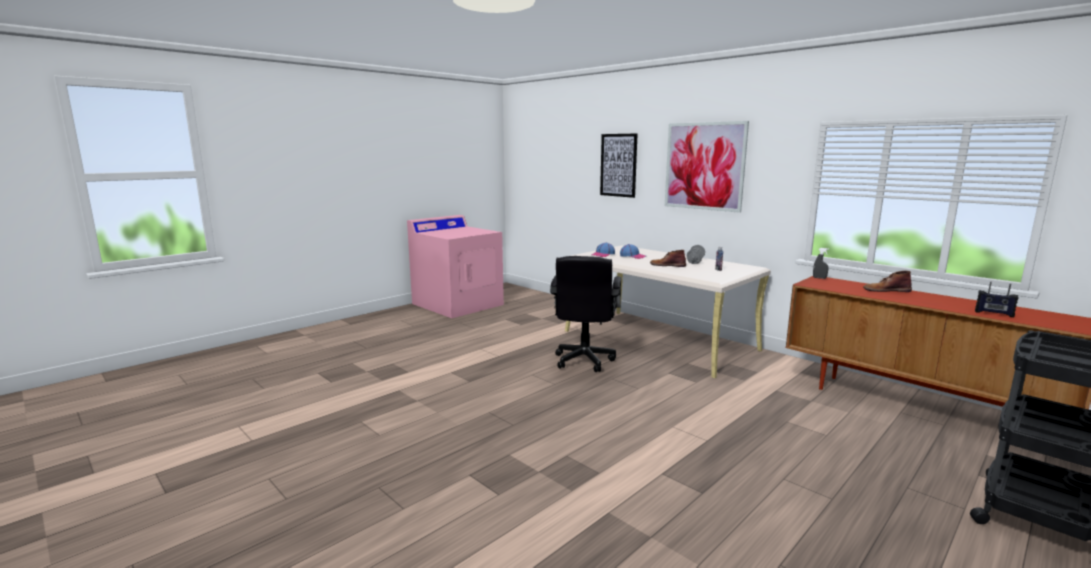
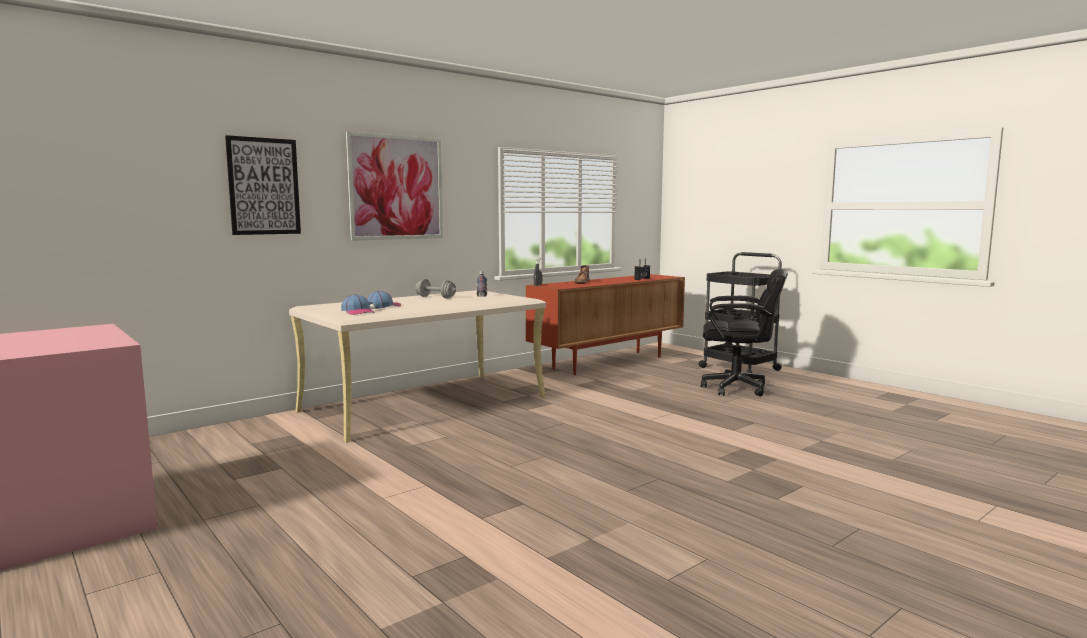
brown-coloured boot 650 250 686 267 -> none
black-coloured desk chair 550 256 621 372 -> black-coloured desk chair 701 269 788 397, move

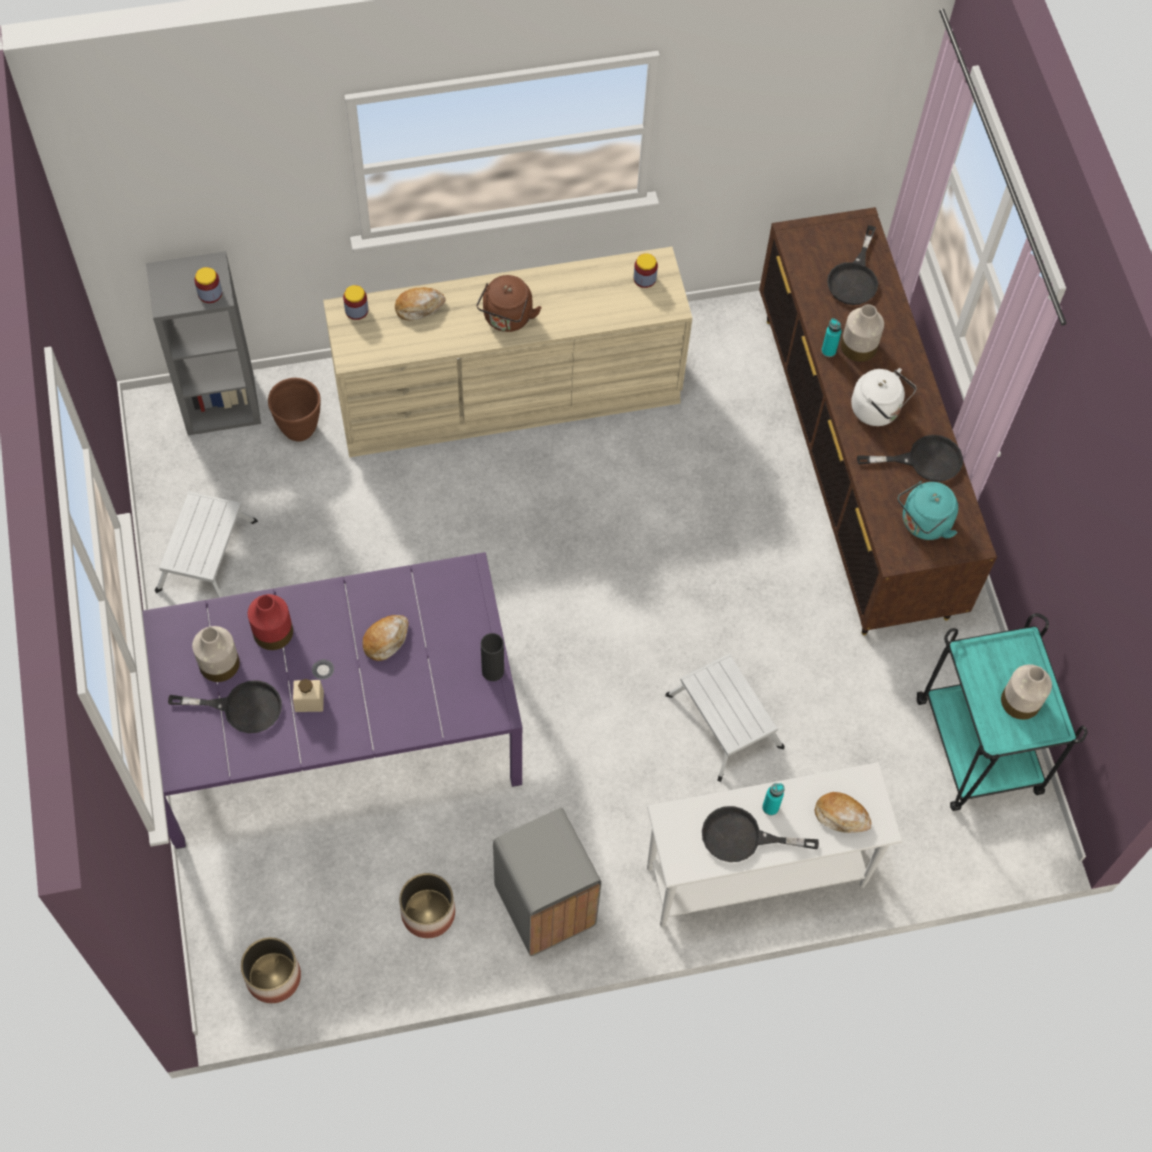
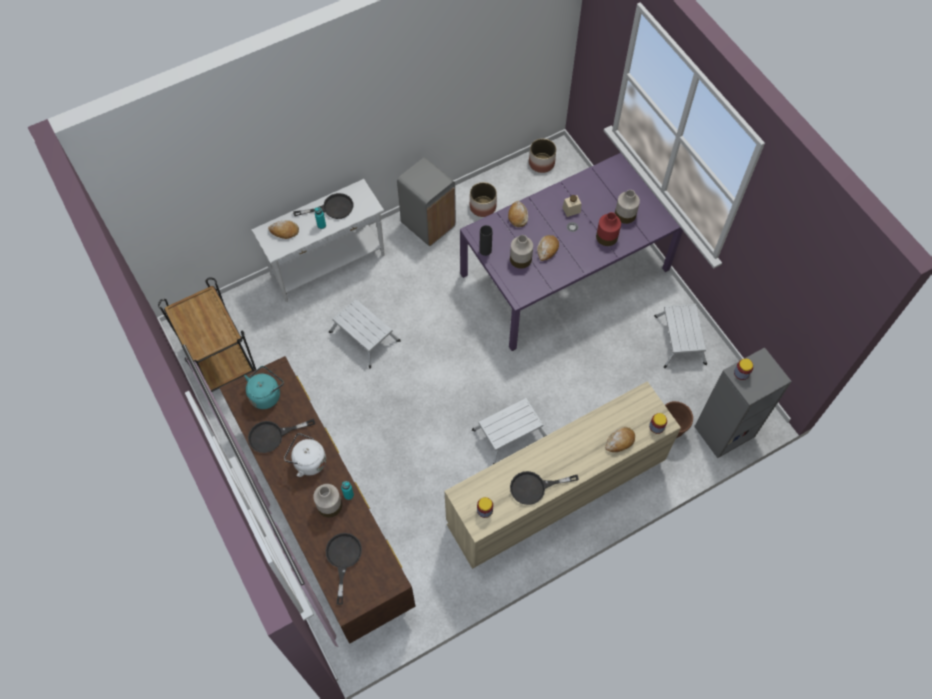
brown-coloured kettle 476 275 542 332 -> none
turquoise cart 916 613 1088 811 -> brown-coloured cart 158 277 256 392
beige-coloured flower vase 1001 664 1052 720 -> beige-coloured flower vase 510 235 533 269, move
black-coloured pan 168 680 282 733 -> black-coloured pan 510 471 579 505, move
none -> baked bread 508 201 528 227
none -> white-coloured step ladder 472 398 547 464

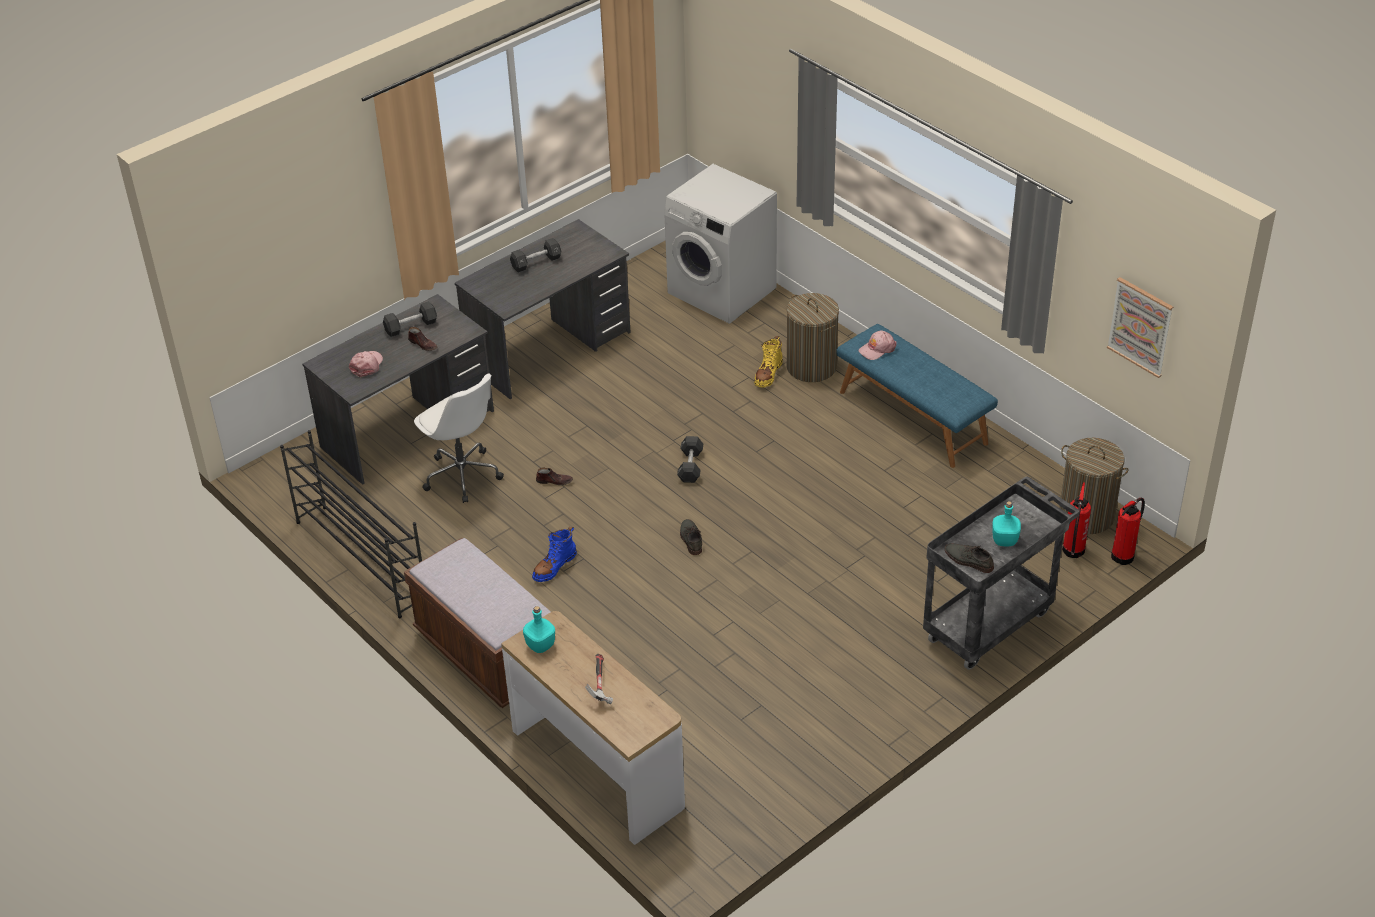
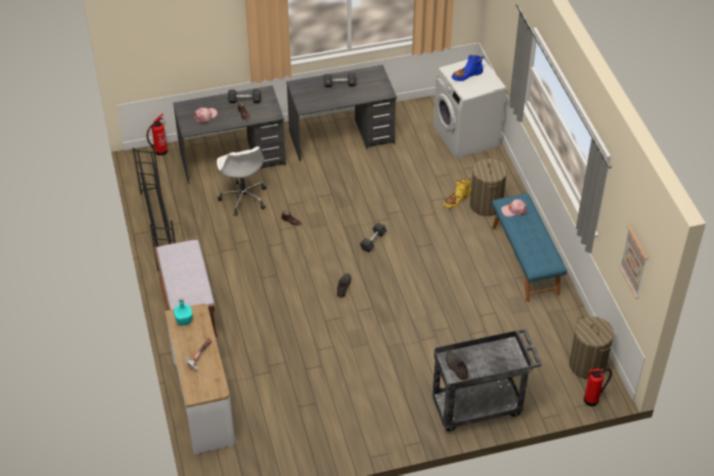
extinguisher 1062 482 1091 558 -> extinguisher 147 113 168 156, move
turquoise bottle 992 501 1021 546 -> none
bluish boot 532 527 577 582 -> bluish boot 452 55 485 81, move

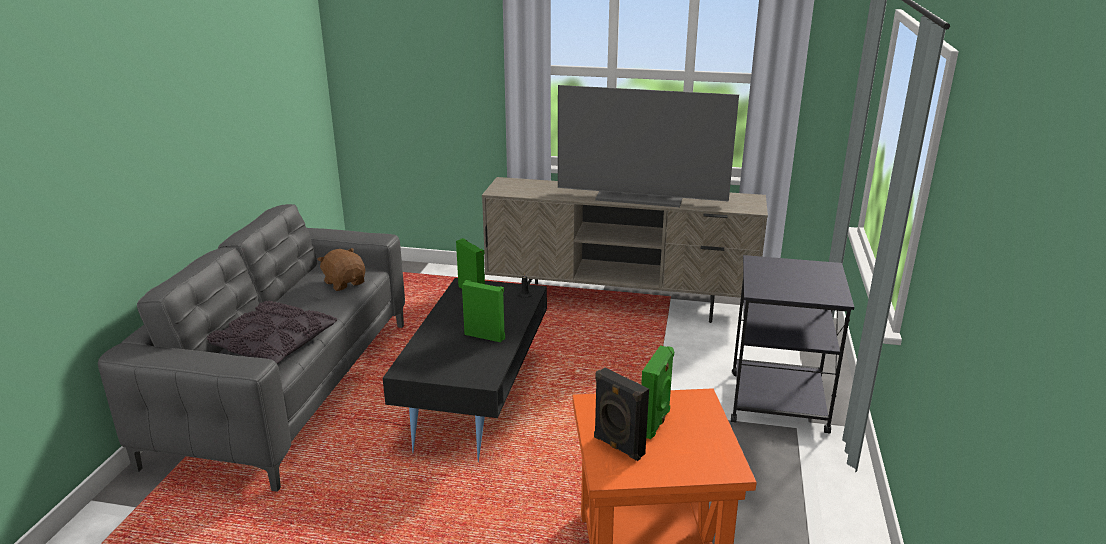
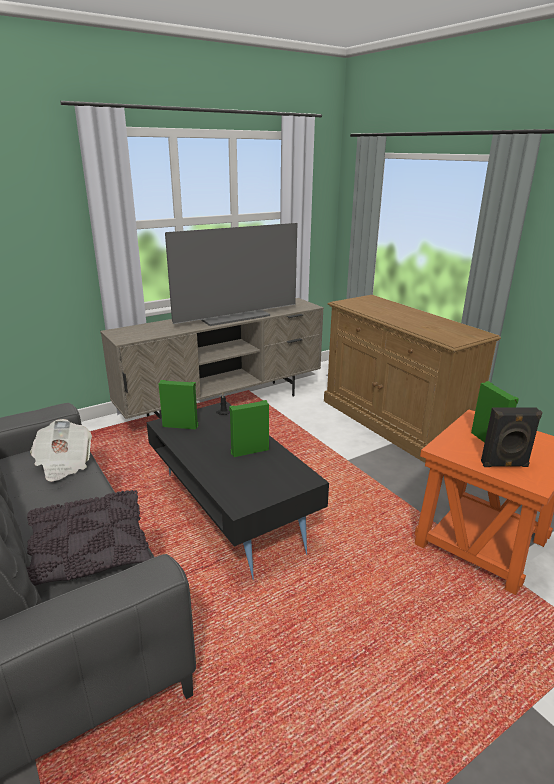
brown-coloured plush toy 317 248 365 291 -> daily paper 30 419 92 482
black-coloured cart 731 255 854 433 -> brown-coloured cabinet 324 295 501 463

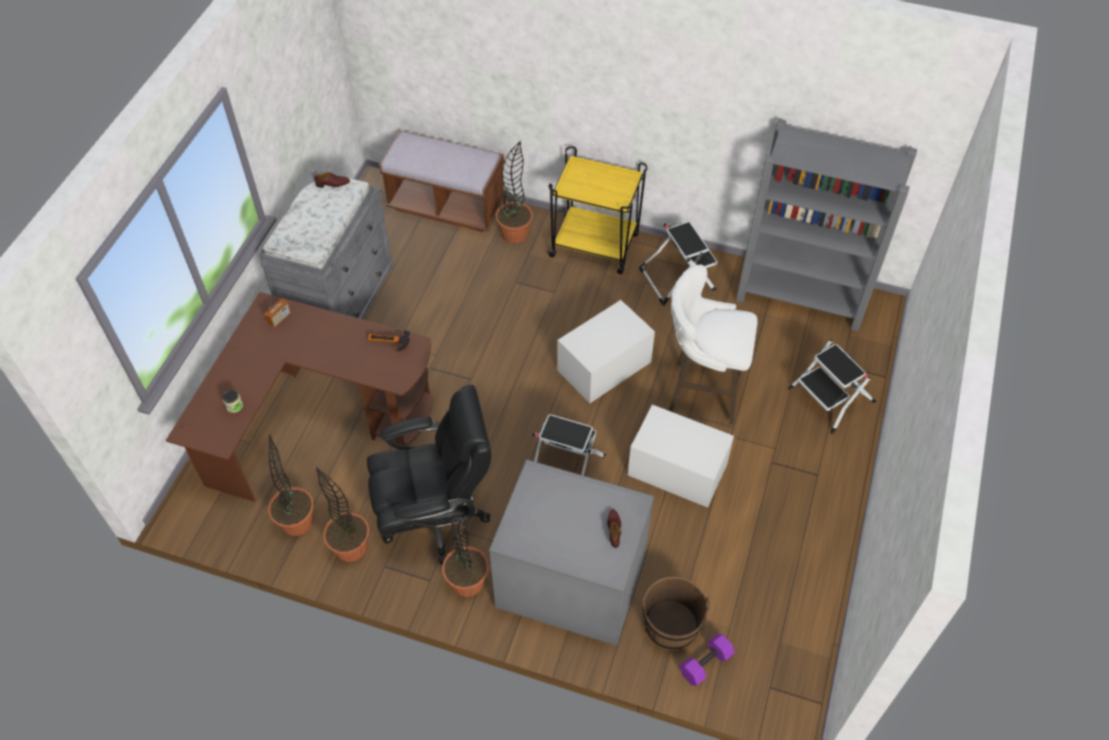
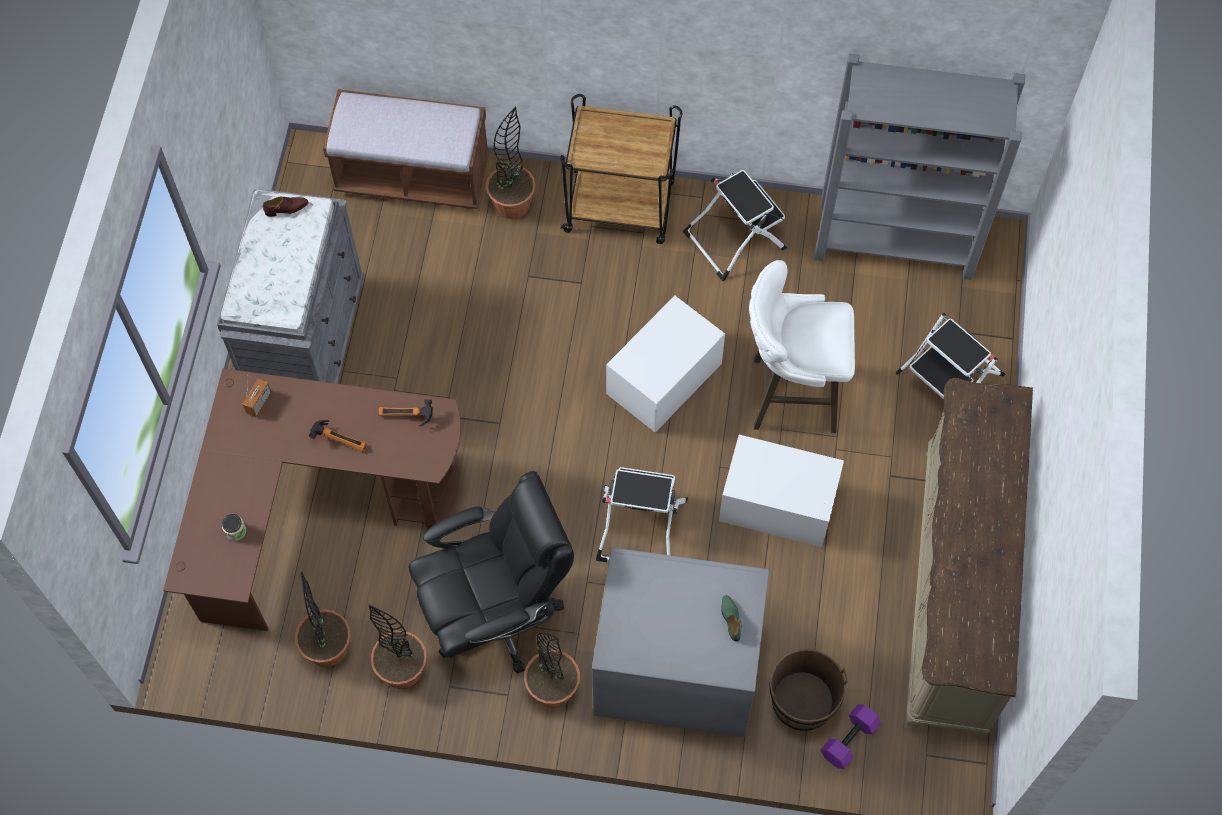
yellow-coloured cart 547 146 647 274 -> brown-coloured cart 560 94 682 244
brown-coloured shoe 607 509 621 548 -> greenish shoe 721 595 742 641
none -> beige-coloured cabinet 904 378 1033 739
none -> tool hammer 309 420 367 452

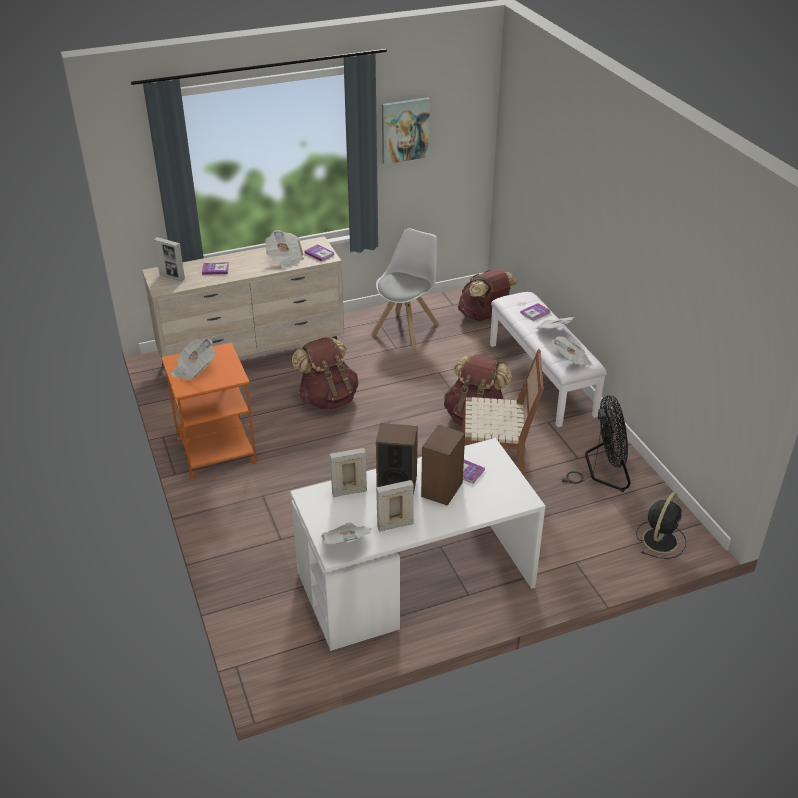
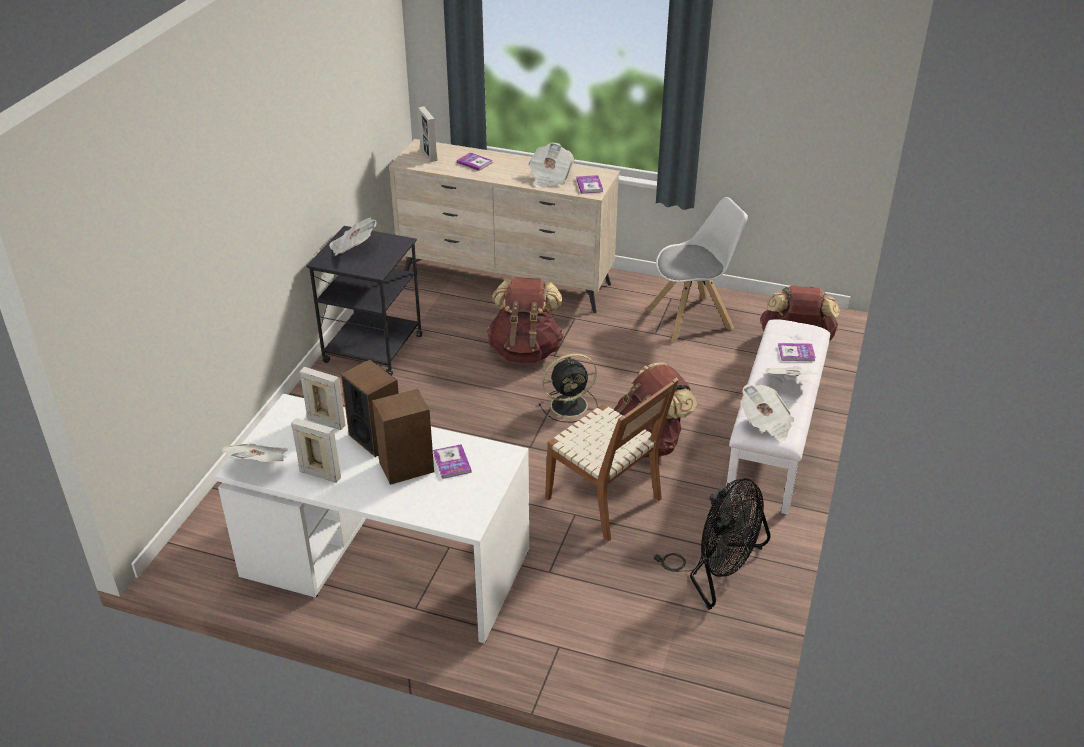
wall picture 382 97 430 165 -> none
orangey cart 161 343 258 478 -> black-coloured cart 307 226 423 376
black-coloured electric fan 636 492 686 559 -> black-coloured electric fan 538 354 598 423, move

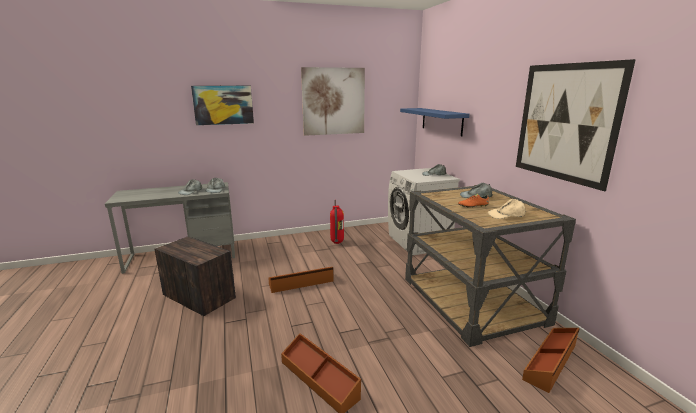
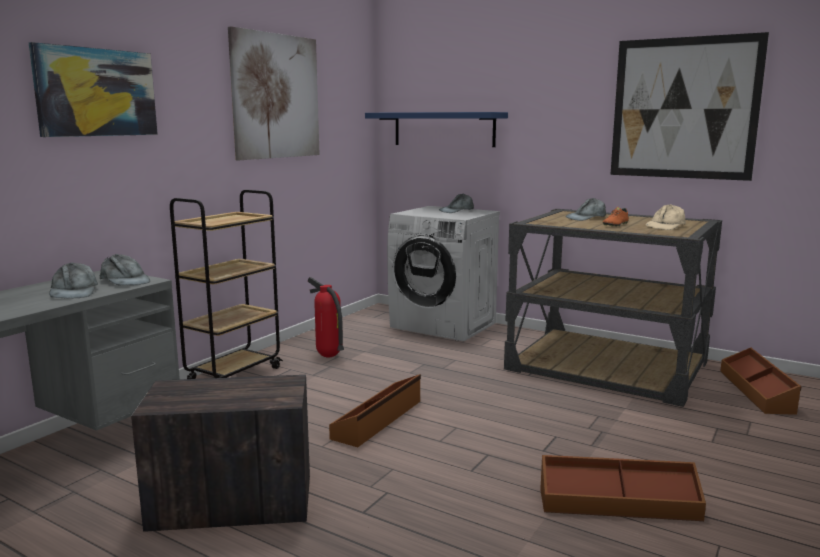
none -> brown-coloured cart 170 190 283 379

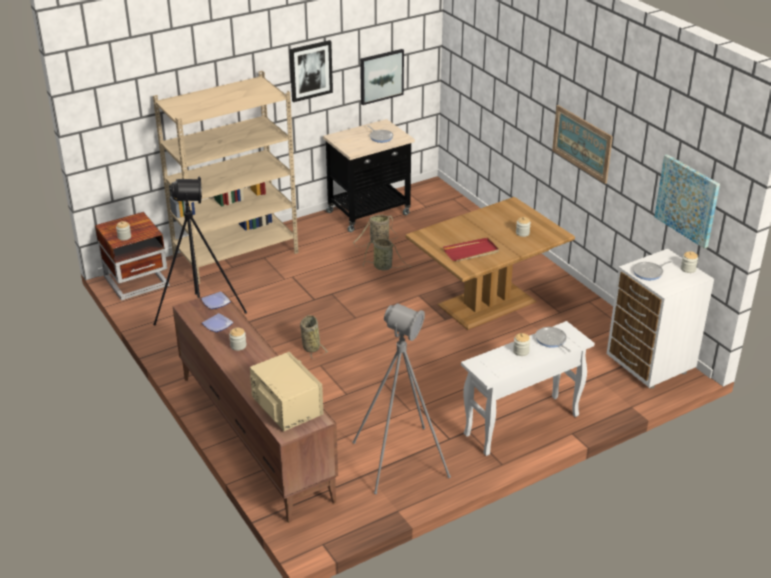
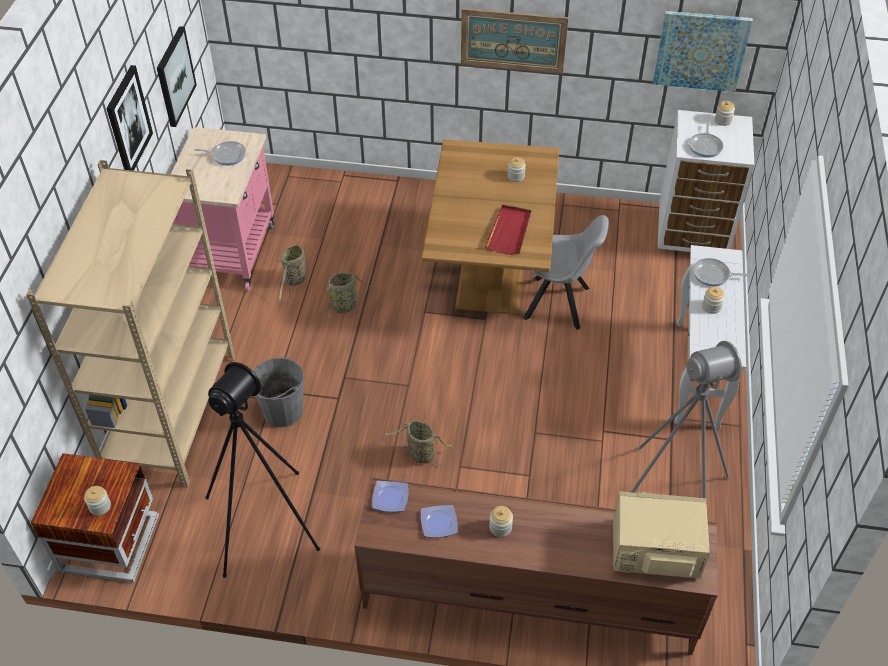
black-coloured cart 323 119 415 232 -> pinkish cart 171 127 274 291
none -> gray chair 524 215 609 330
none -> gray water bucket 253 357 304 427

